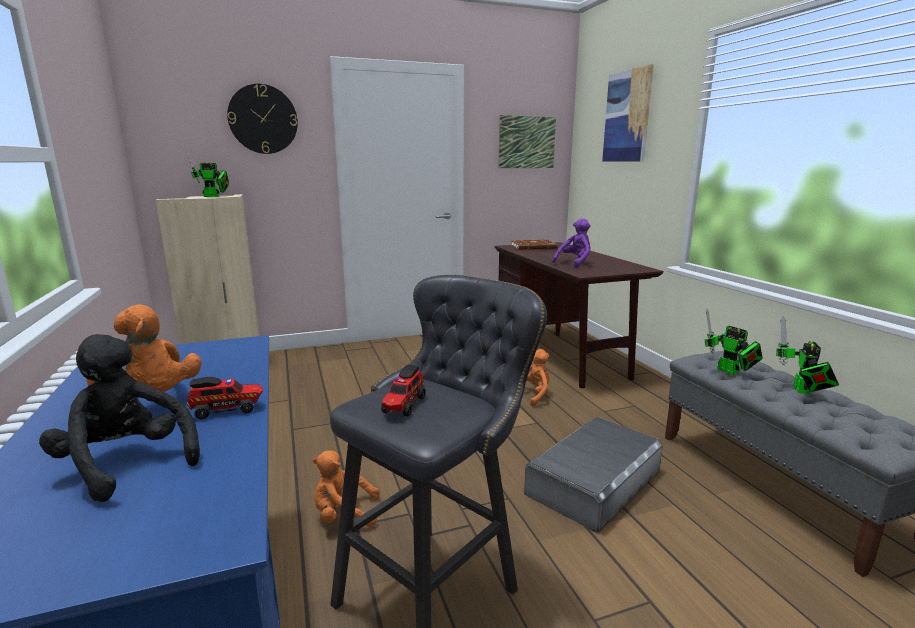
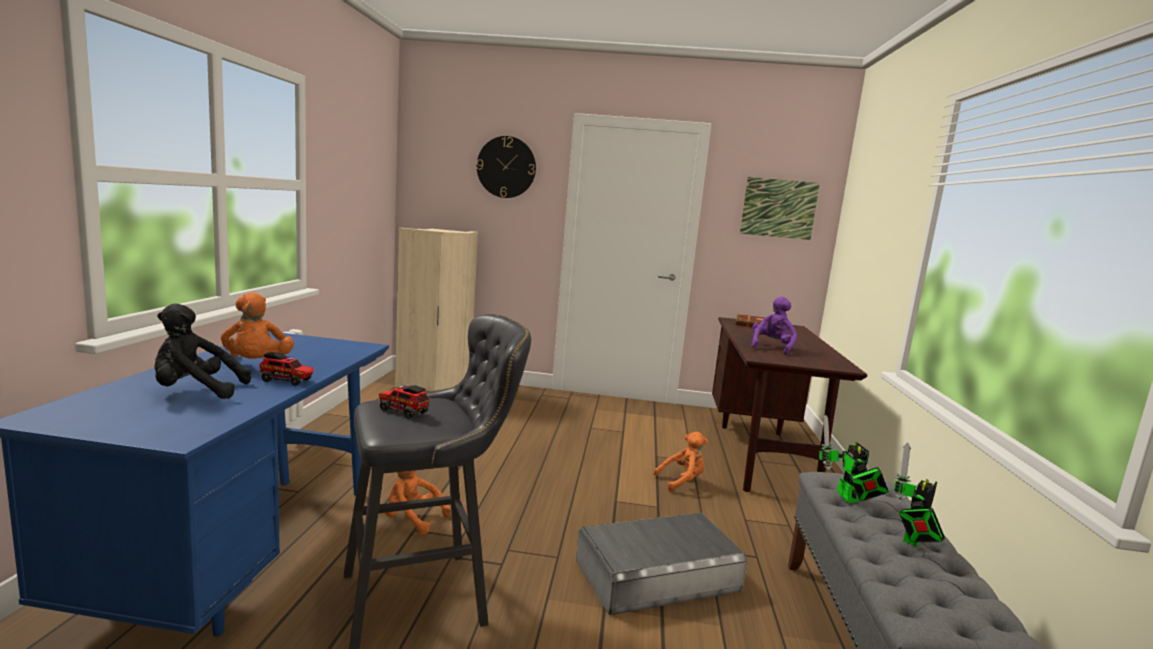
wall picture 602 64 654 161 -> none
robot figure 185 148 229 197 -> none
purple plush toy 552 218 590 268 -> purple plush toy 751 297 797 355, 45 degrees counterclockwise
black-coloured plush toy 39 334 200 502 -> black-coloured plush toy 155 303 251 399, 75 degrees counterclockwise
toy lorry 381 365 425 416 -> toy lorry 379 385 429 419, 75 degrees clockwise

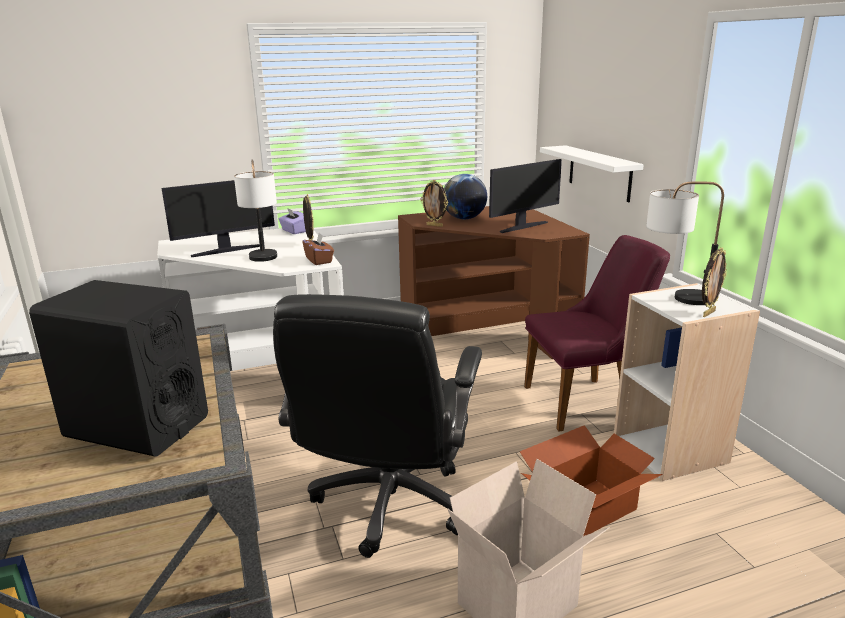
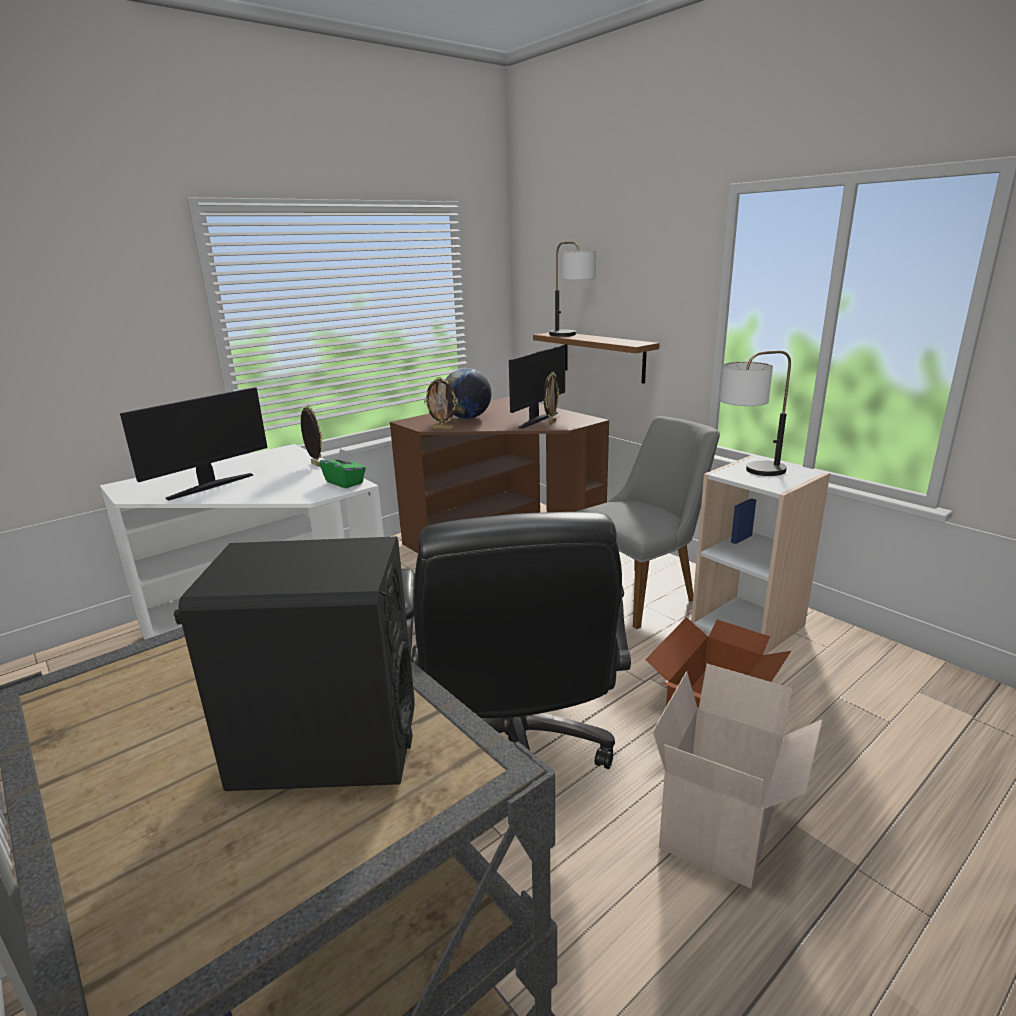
white-coloured shelf 540 145 644 202 -> brown-coloured shelf 533 333 660 384
lamp for a table 234 160 277 262 -> lamp for a table 549 242 596 337, move
purple tissue holder 279 208 306 234 -> none
brown-coloured tissue holder 303 233 334 265 -> greenish tissue holder 320 449 366 488
purple chair 524 235 670 431 -> gray chair 576 416 720 629
picture frame 702 247 727 317 -> picture frame 544 372 559 426, move

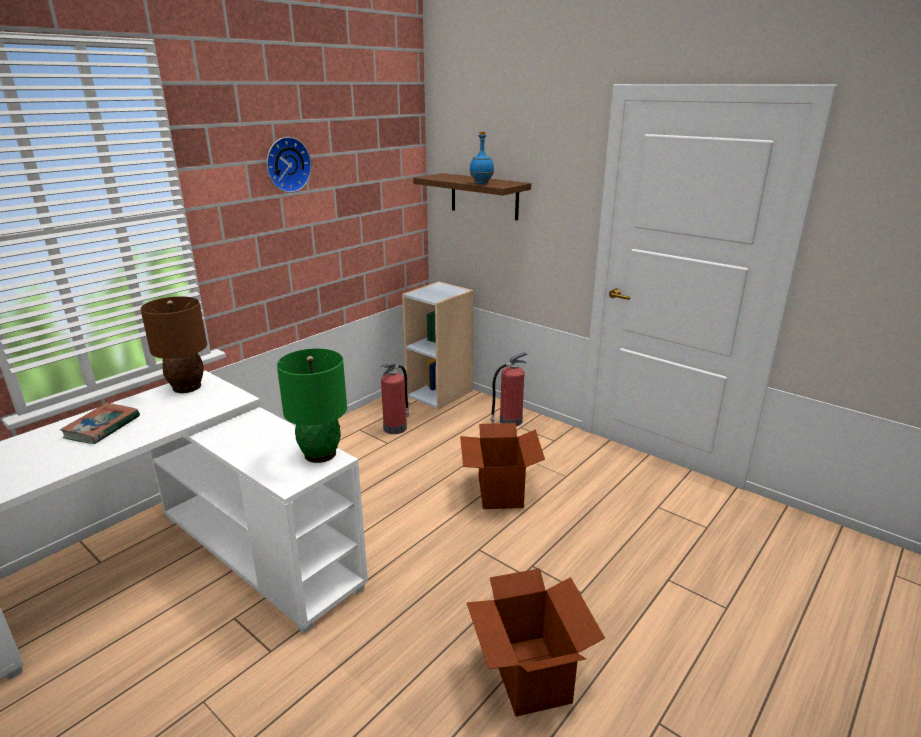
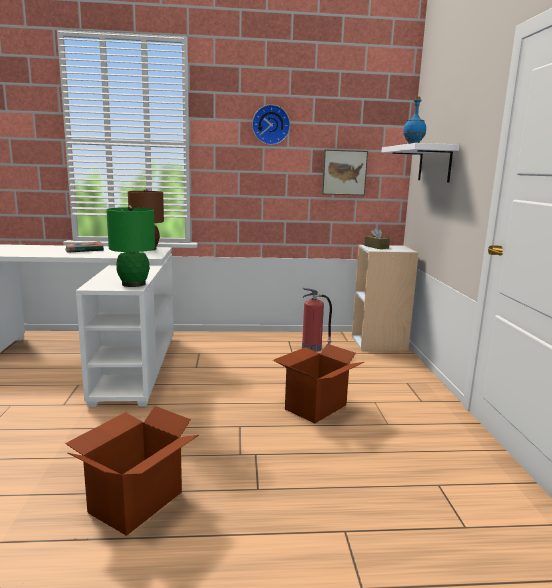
brown-coloured shelf 413 173 531 220 -> white-coloured shelf 382 143 460 183
extinguisher 490 352 527 426 -> none
none -> wall picture 322 150 368 195
none -> brown-coloured tissue holder 364 228 390 249

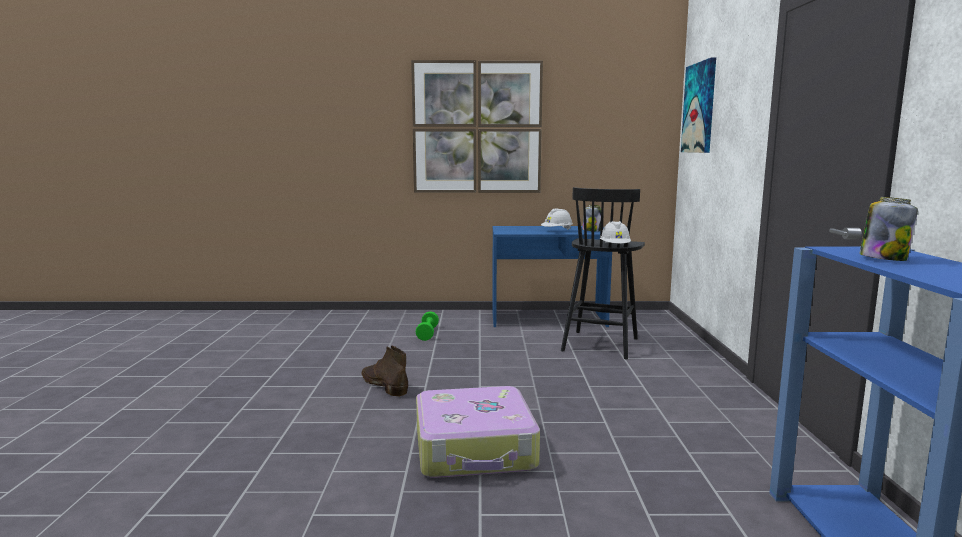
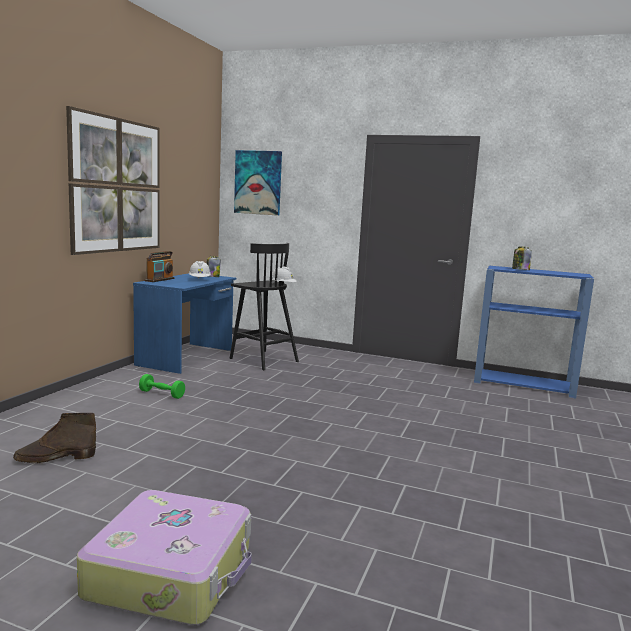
brown-coloured boot 362 346 408 397 -> brown-coloured boot 13 413 96 464, move
suitcase 416 386 540 478 -> suitcase 77 490 252 625, move
none -> radio 144 251 175 282

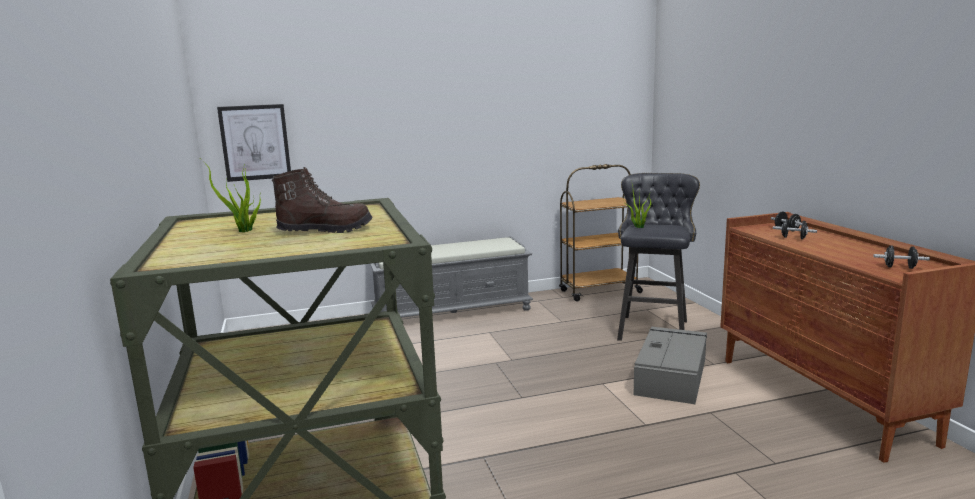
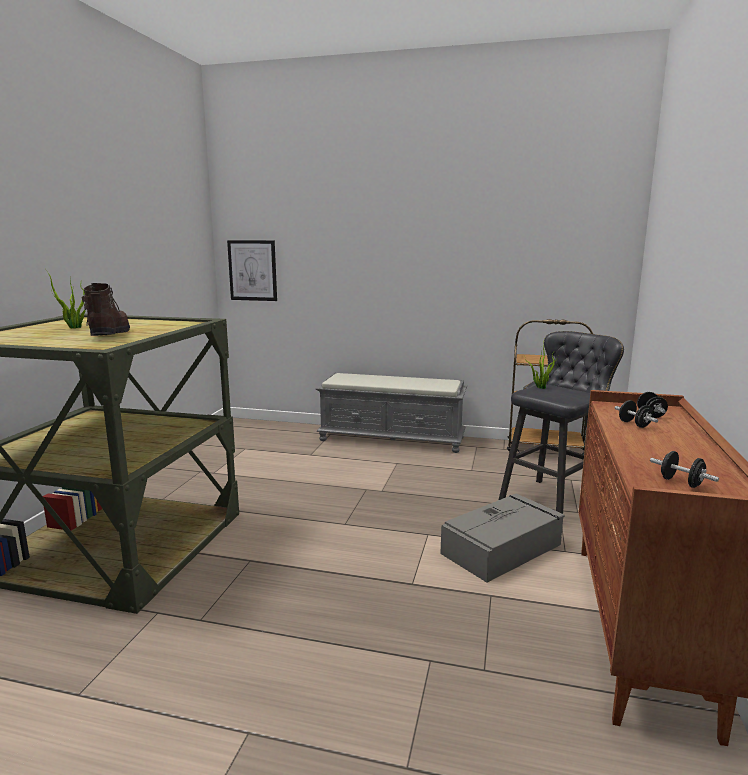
brown-coloured boot 272 167 373 233 -> brown-coloured boot 82 283 130 336, 120 degrees counterclockwise

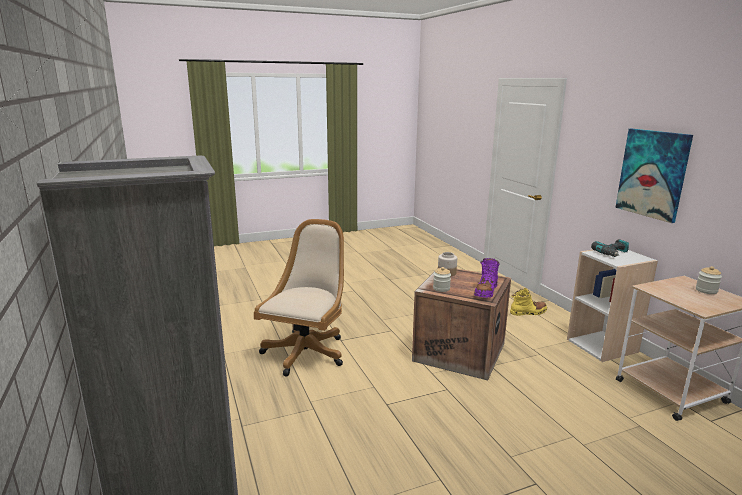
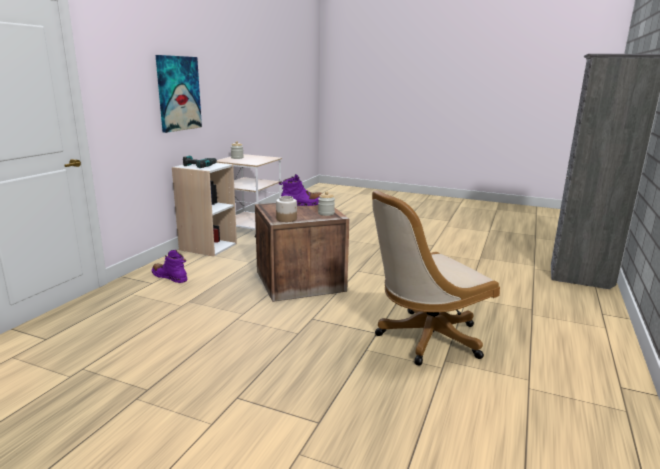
yellow-coloured boot 510 288 547 316 -> purple boot 152 250 188 283

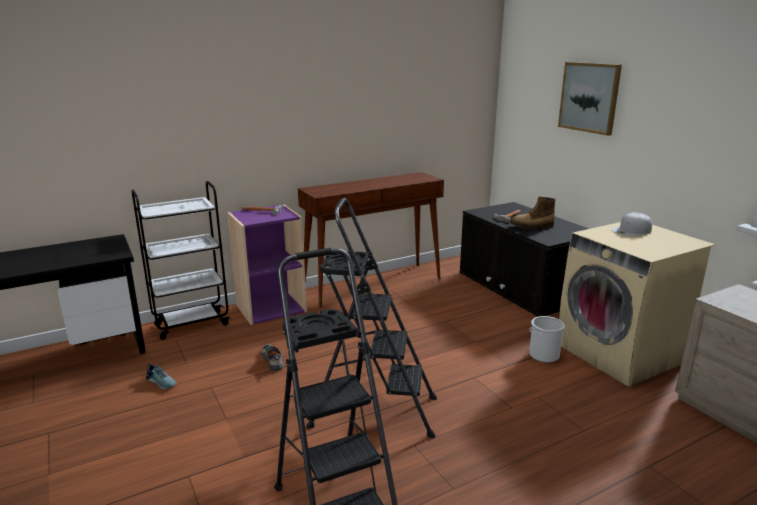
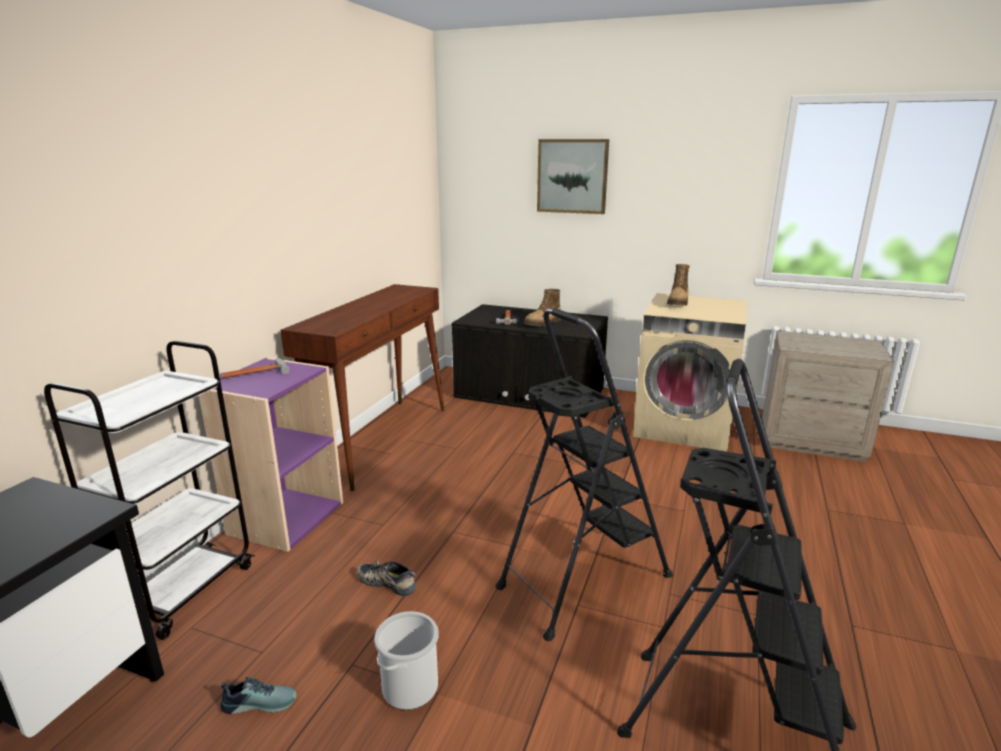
white-coloured peaked cap 611 213 652 237 -> boot 667 264 690 306
water bucket 529 316 565 363 -> water bucket 374 611 439 710, move

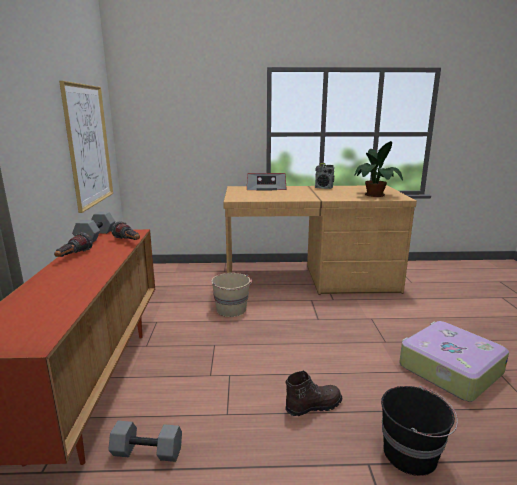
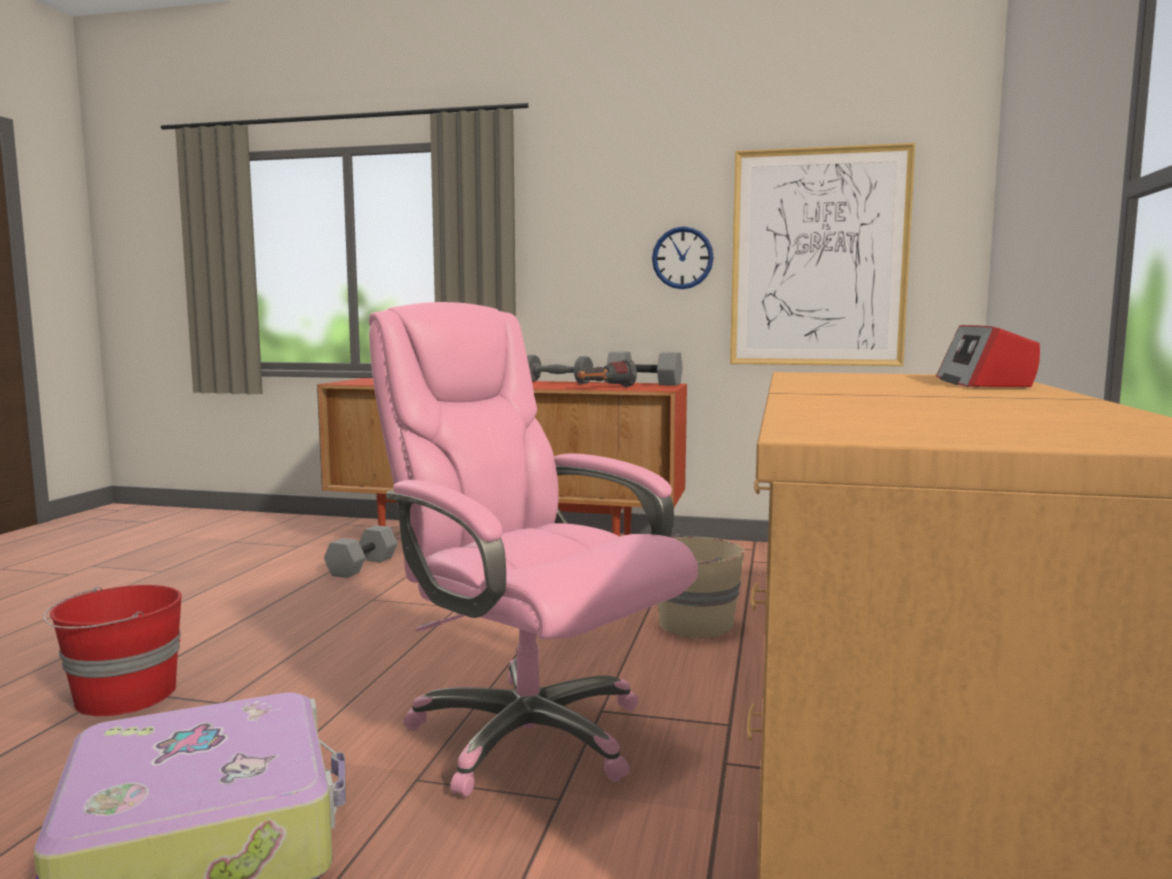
potted plant 354 141 403 197 -> none
radio 315 163 334 189 -> none
flashlight 54 232 93 257 -> gray free weight 527 355 593 384
brown-coloured boot 285 370 342 416 -> none
black-coloured water bucket 381 386 458 476 -> reddish water bucket 43 585 182 716
none -> hanging clock 652 227 714 289
none -> pinkish desk chair 369 302 698 797

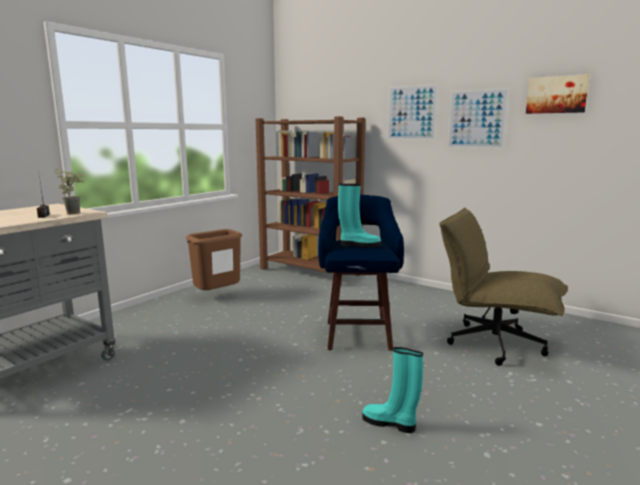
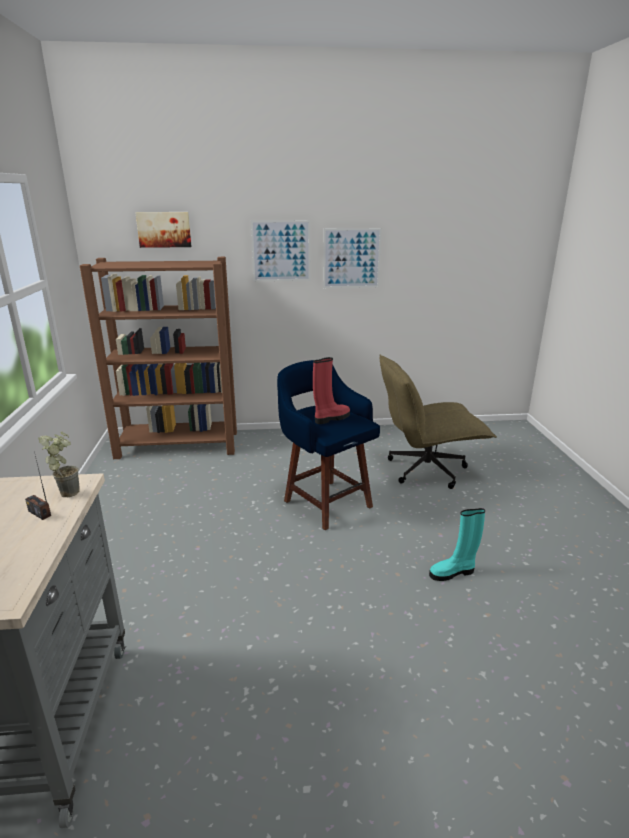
wall picture 526 74 590 114 -> wall picture 135 212 192 248, move
turquoise boot 338 184 381 247 -> reddish boot 313 357 350 424
brown-coloured waste bin 186 229 242 290 -> none

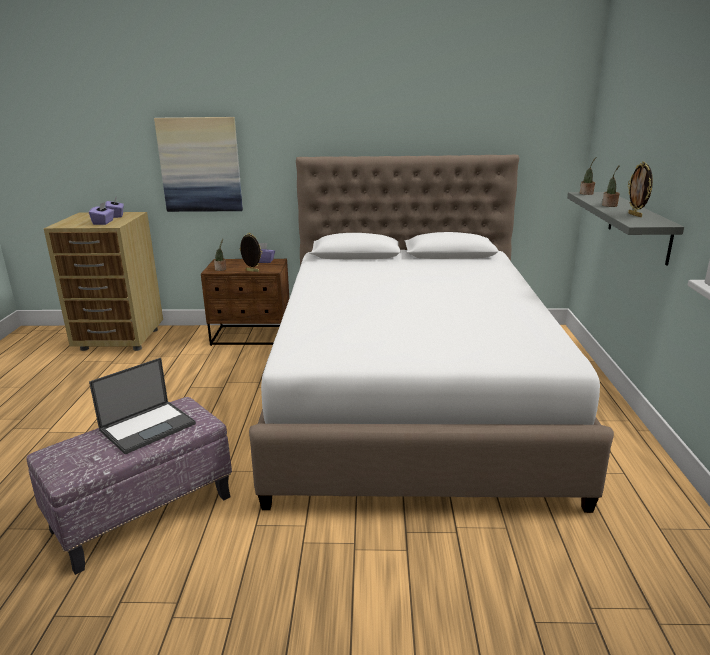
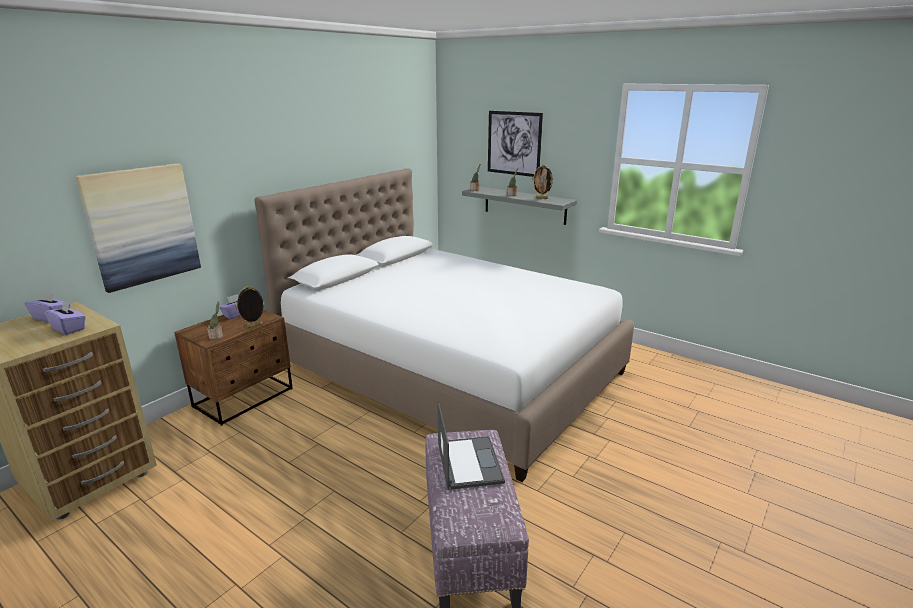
none -> wall picture 488 111 543 177

